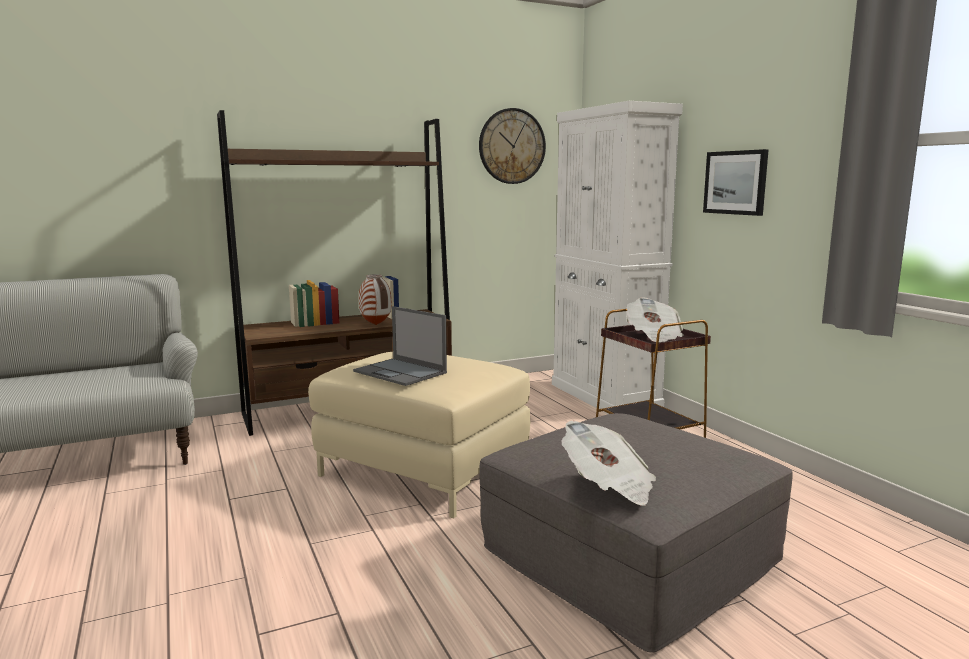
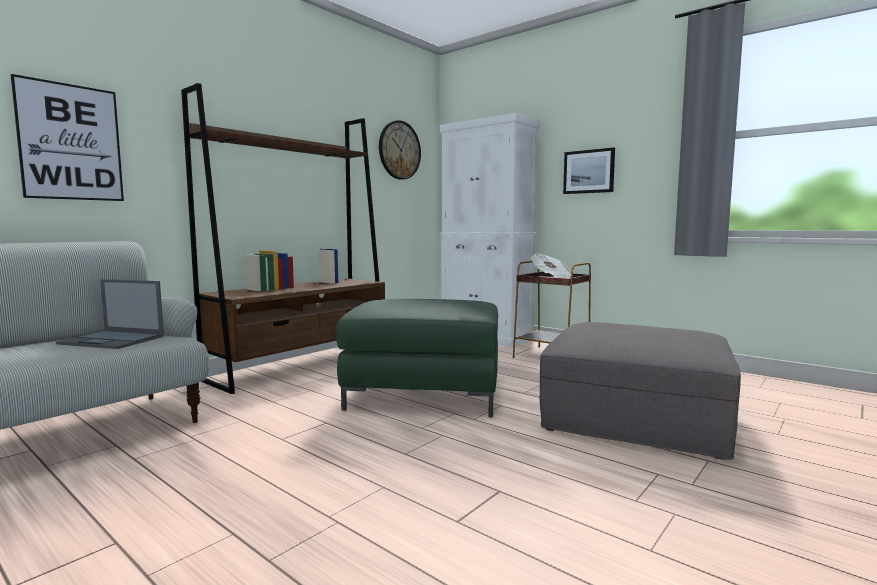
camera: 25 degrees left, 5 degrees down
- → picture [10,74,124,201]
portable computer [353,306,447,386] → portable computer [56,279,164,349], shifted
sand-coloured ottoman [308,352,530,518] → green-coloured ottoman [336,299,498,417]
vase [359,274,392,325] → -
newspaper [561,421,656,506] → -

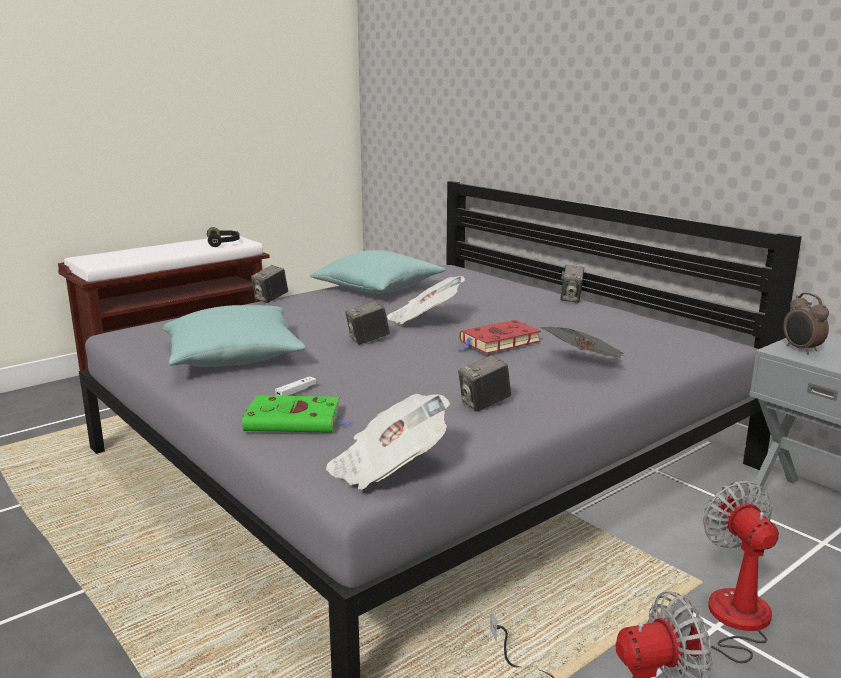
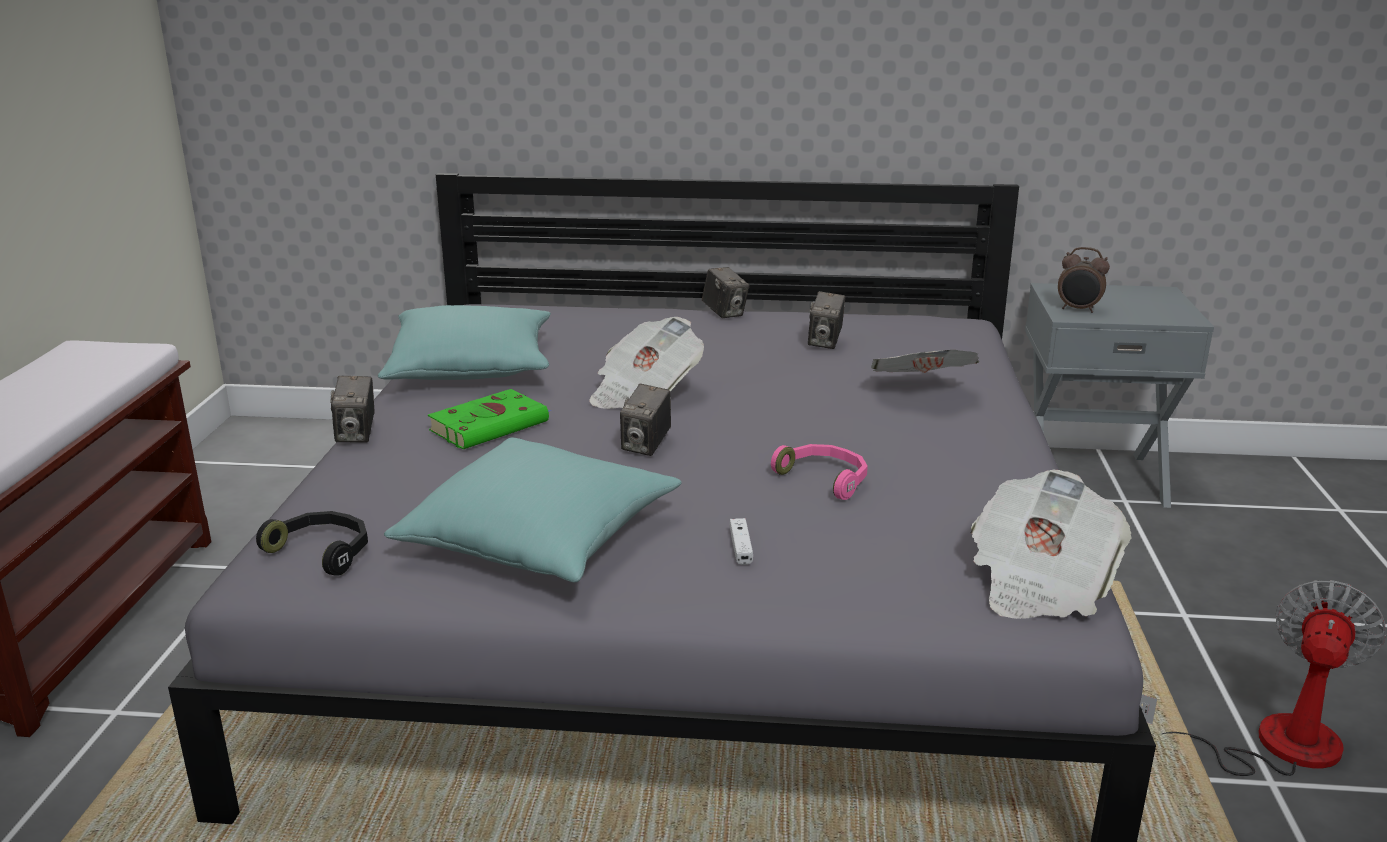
camera: 45 degrees left, 5 degrees up
black headphones [207,227,240,247] → black headphones [256,511,368,576], shifted
green-coloured bound book [242,395,353,433] → green-coloured bound book [428,389,551,449], shifted
- → pink headphones [771,444,868,500]
photo camera [458,355,511,411] → photo camera [808,291,845,349], shifted
reddish bound book [458,320,541,354] → -
fan [679,481,779,674] → -

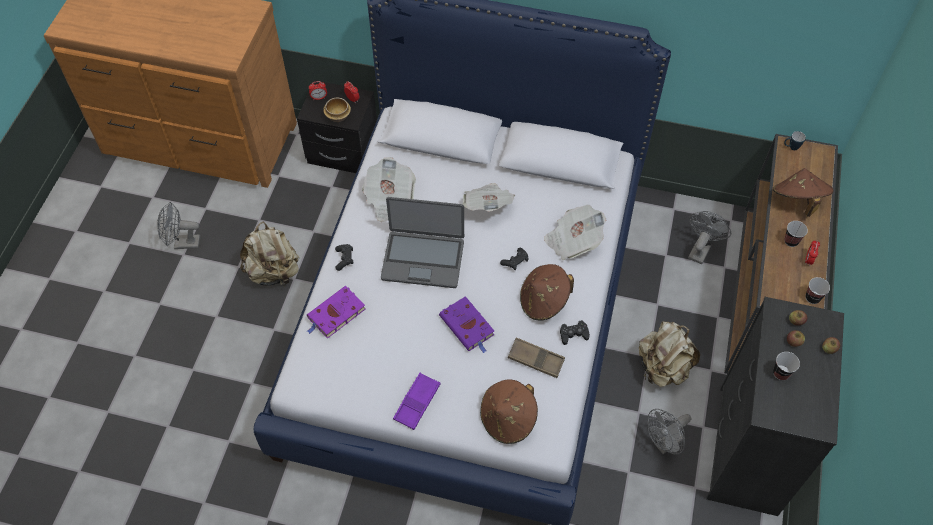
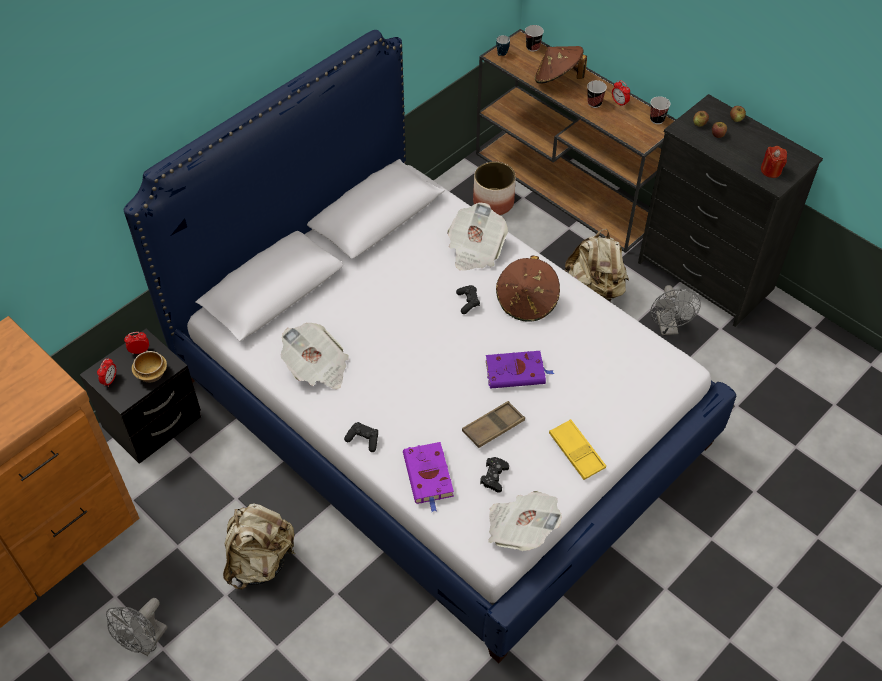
camera: 60 degrees left, 5 degrees down
brown-coloured tray [508,337,565,378] → brown-coloured tray [462,401,525,448], shifted
gray fan [688,211,731,264] → flower pot [473,162,516,215]
black gamepad [560,320,590,345] → black gamepad [480,457,509,493], shifted
newspaper [463,183,515,212] → newspaper [488,491,562,551], shifted
drinking cup [773,352,800,381] → drinking cup [525,25,544,52], shifted
purple-coloured tray [393,373,440,430] → yellow-coloured tray [549,419,606,480]
- → reddish wax candle [761,146,787,178]
portable computer [381,197,464,288] → -
brown-coloured clothing hat [480,379,538,444] → -

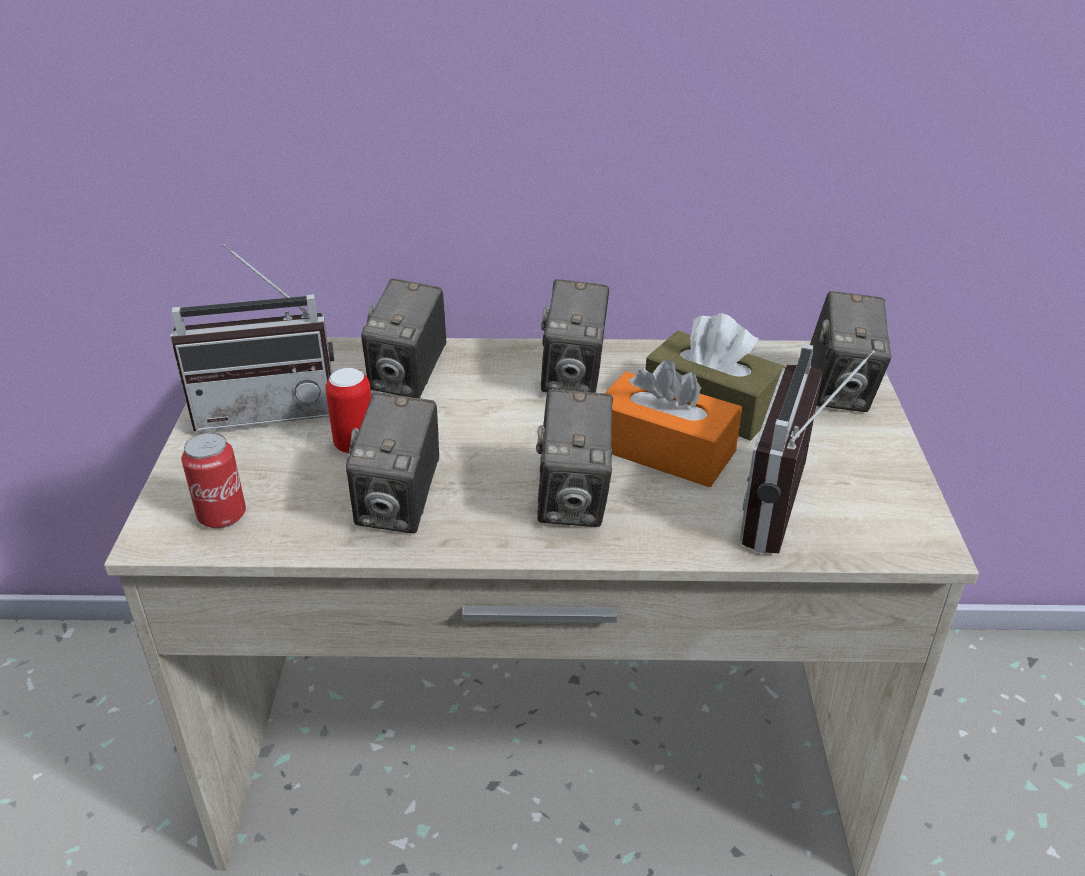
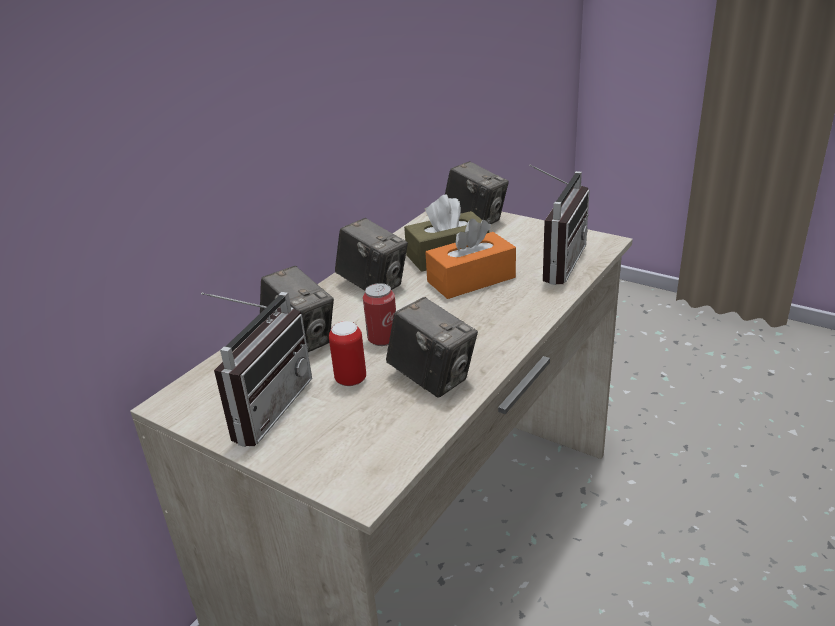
camera: 55 degrees left, 5 degrees down
sealed can [181,433,246,529] → sealed can [363,283,396,346], shifted
radio receiver [740,344,875,554] → radio receiver [529,165,590,285], 120 degrees counterclockwise
photo camera [536,389,613,527] → -

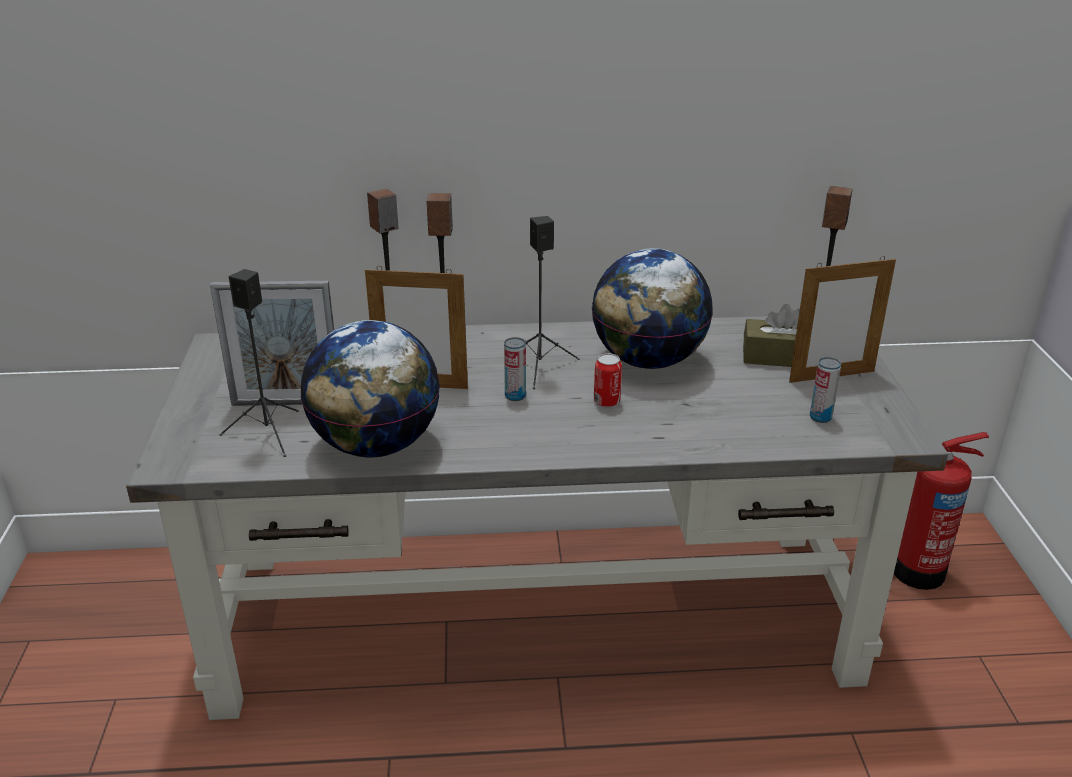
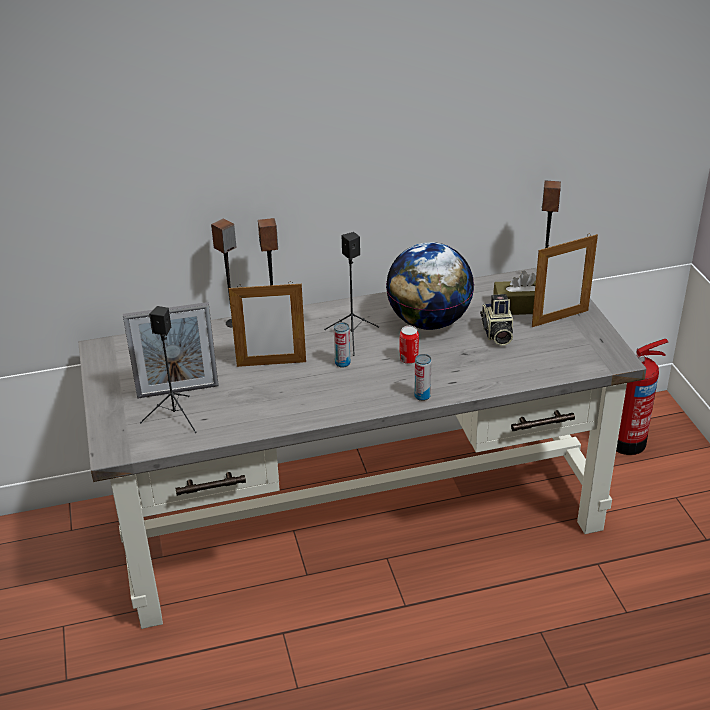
camera: 10 degrees left, 5 degrees up
sealed can [810,357,841,423] → sealed can [414,354,431,401], shifted
- → photo camera [480,294,513,346]
desk globe [300,320,440,457] → -

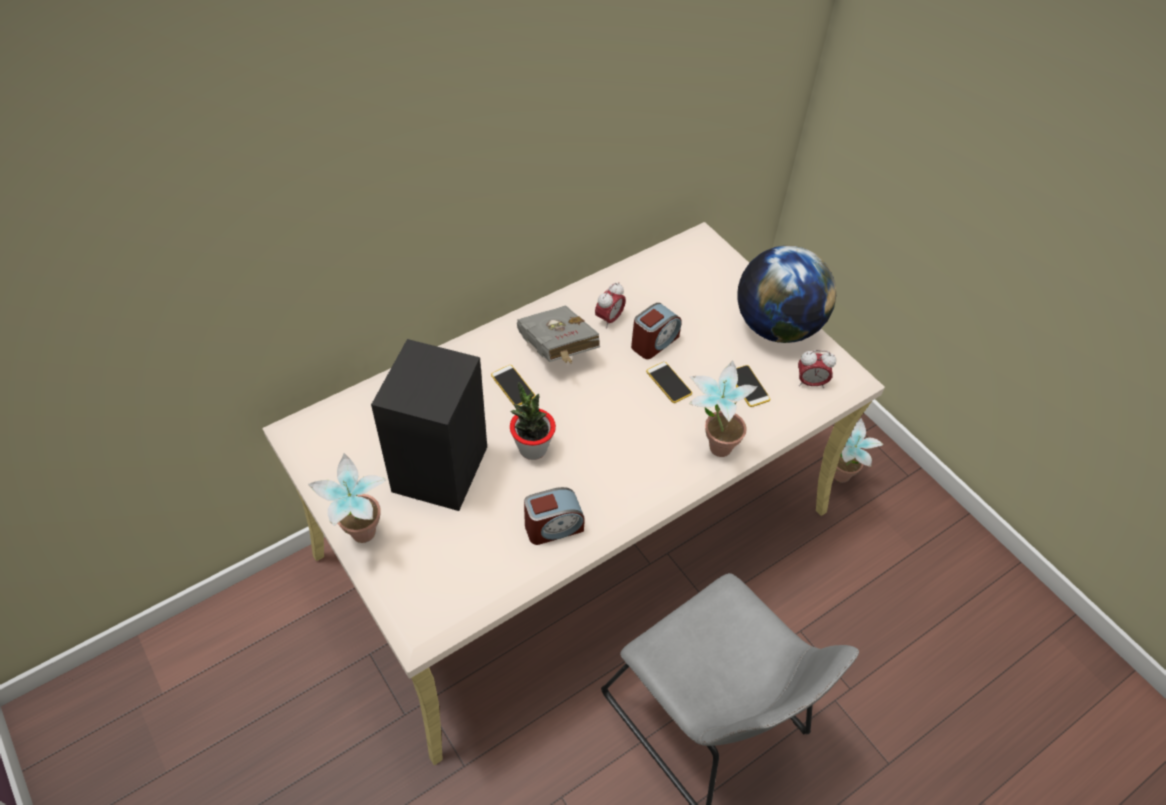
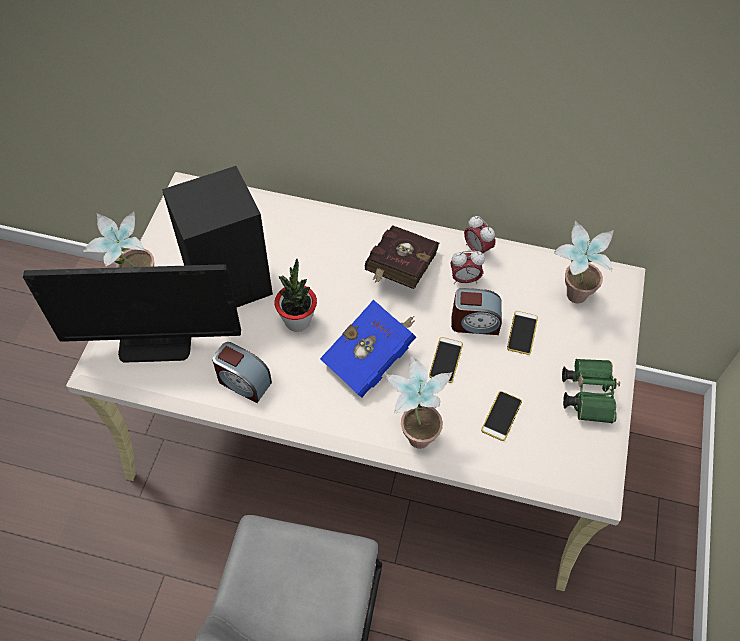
camera: 50 degrees right, 5 degrees up
- → computer screen [23,264,241,363]
- → bluish bound book [320,300,416,397]
gray bound book [517,305,600,364] → reddish bound book [365,225,439,289]
table clock [798,350,836,388] → table clock [464,216,495,253], shifted
phone [491,365,535,406] → phone [507,311,538,355], shifted
plant in a pot [834,418,883,483] → plant in a pot [553,221,614,304], shifted
desk globe [737,245,836,343] → green-coloured field glasses [562,359,620,423]

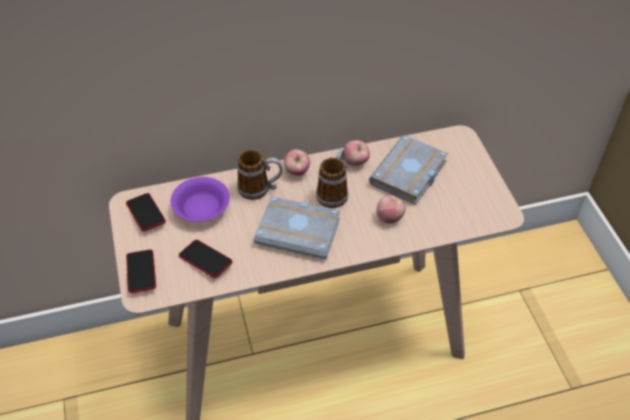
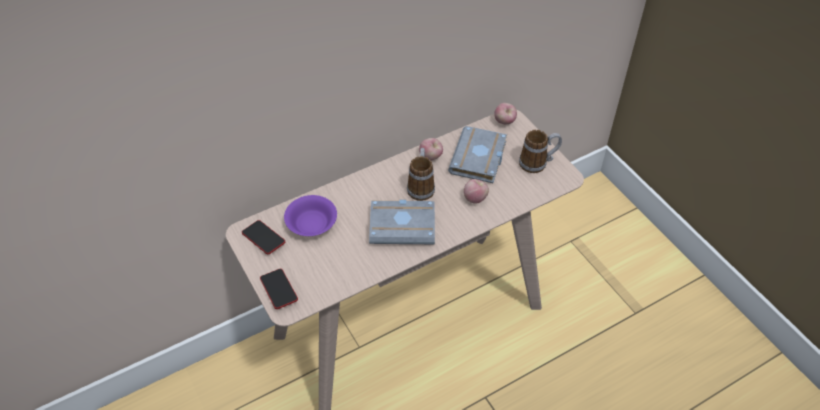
camera: 15 degrees left, 0 degrees up
whole apple [284,149,310,176] → whole apple [494,103,517,124], shifted
mug [237,149,283,200] → mug [519,130,562,173], shifted
phone [179,240,233,278] → -

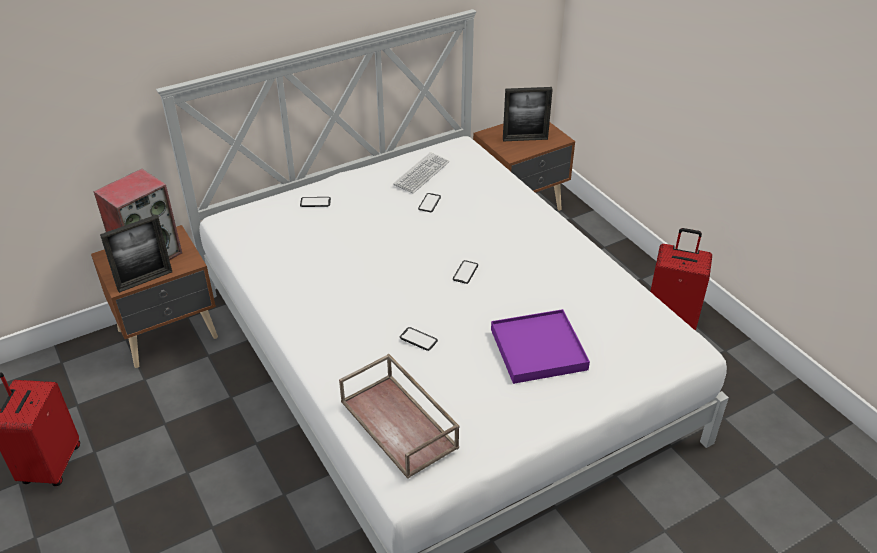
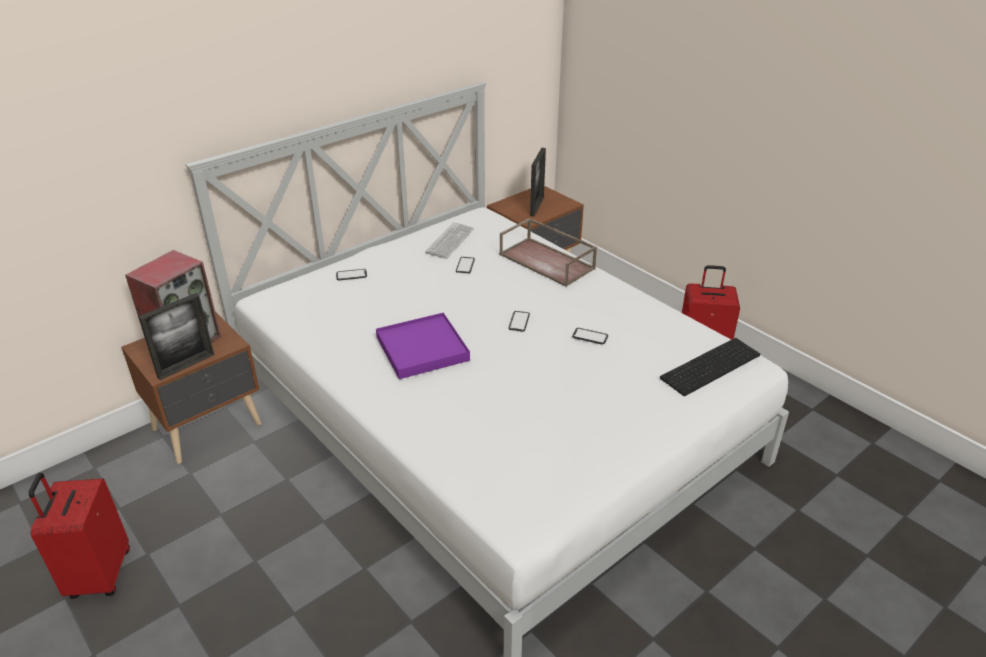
camera: 10 degrees left, 5 degrees down
purple-coloured tray [491,309,590,384] → purple-coloured tray [376,313,470,379], shifted
brown-coloured tray [339,354,460,479] → brown-coloured tray [499,218,597,287], shifted
standing frame [503,87,553,141] → standing frame [530,148,546,217], 60 degrees counterclockwise
phone [400,327,438,351] → phone [572,328,608,344], shifted
- → keyboard [660,338,760,396]

